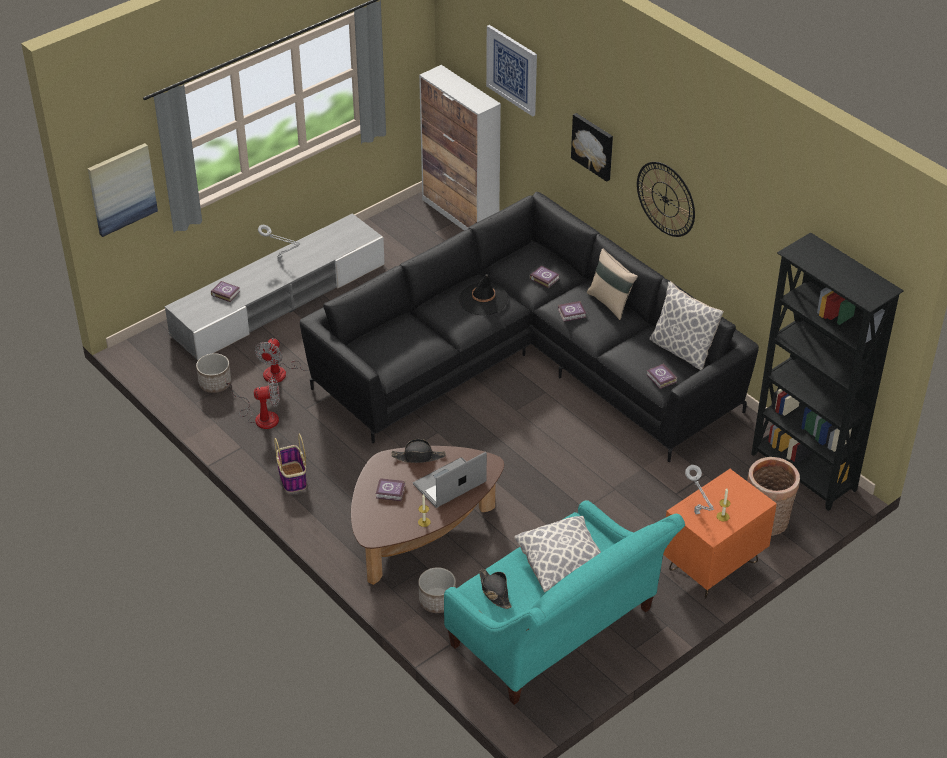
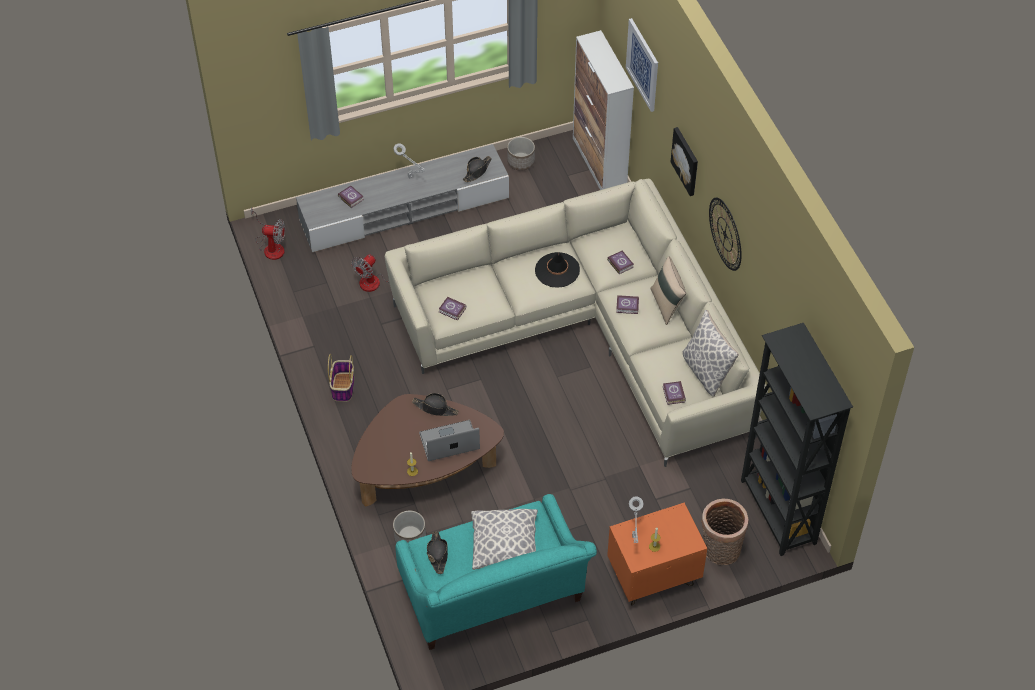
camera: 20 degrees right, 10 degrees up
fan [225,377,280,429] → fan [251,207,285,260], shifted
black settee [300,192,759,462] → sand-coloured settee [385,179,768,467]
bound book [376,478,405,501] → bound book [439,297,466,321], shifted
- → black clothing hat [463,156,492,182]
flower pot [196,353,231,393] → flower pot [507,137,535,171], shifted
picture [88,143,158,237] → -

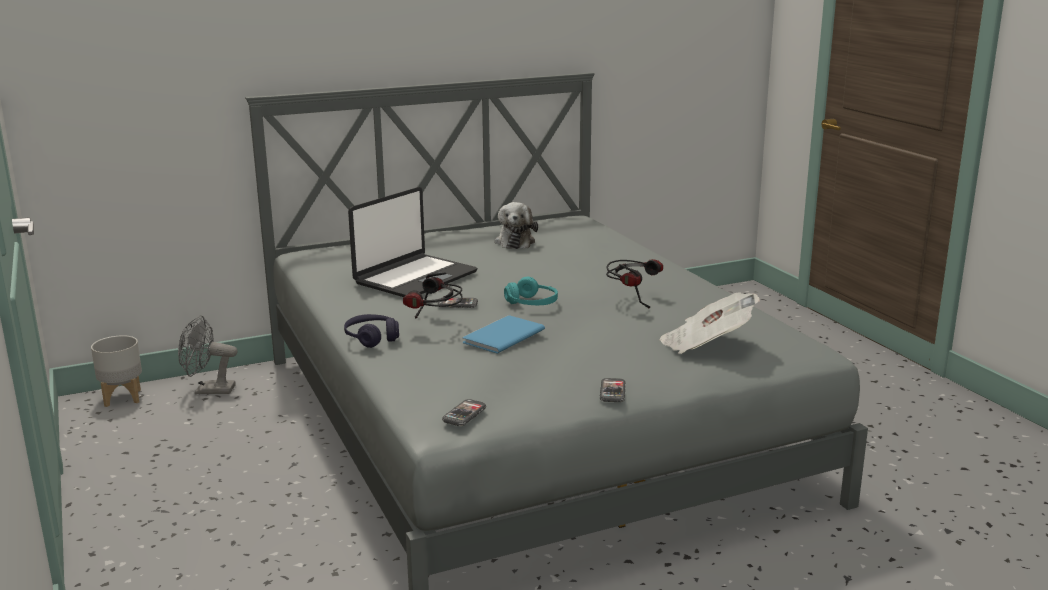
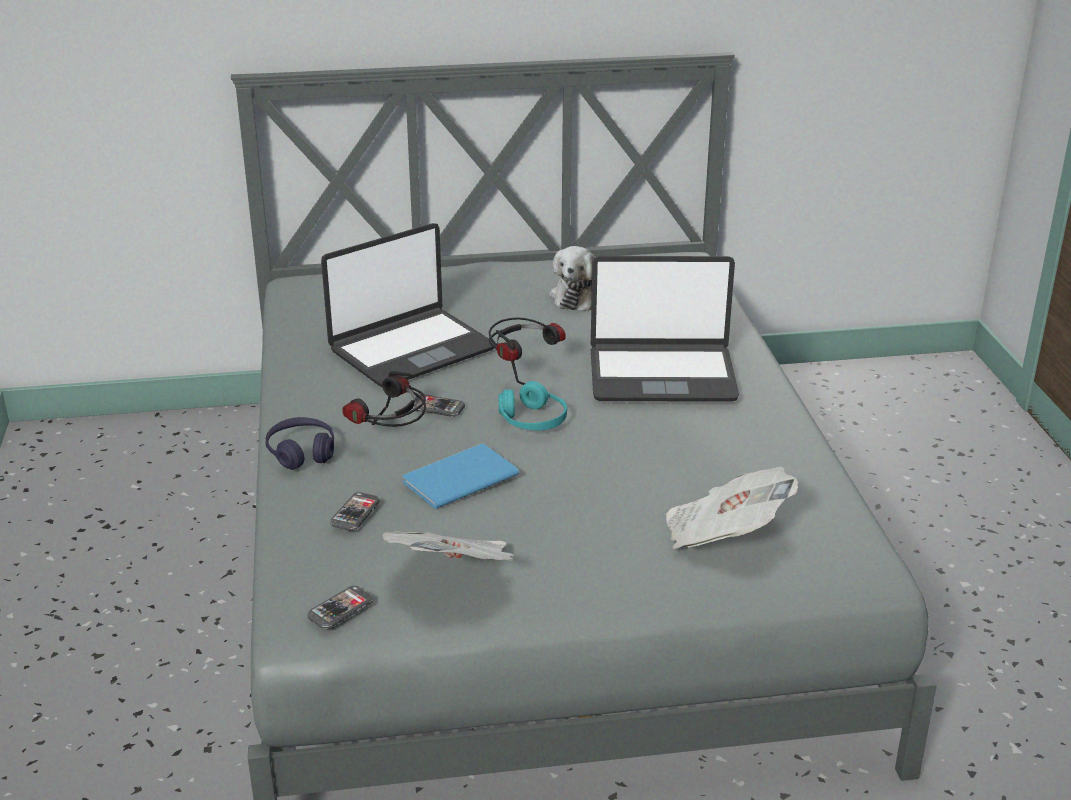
camera: 15 degrees right, 10 degrees up
phone [600,378,625,402] → phone [330,492,380,531], shifted
- → newspaper [382,532,514,561]
headphones [606,259,663,308] → headphones [489,317,565,385], shifted
- → portable computer [591,256,739,402]
gray flower pot [91,335,142,407] → -
gray fan [178,315,238,394] → -

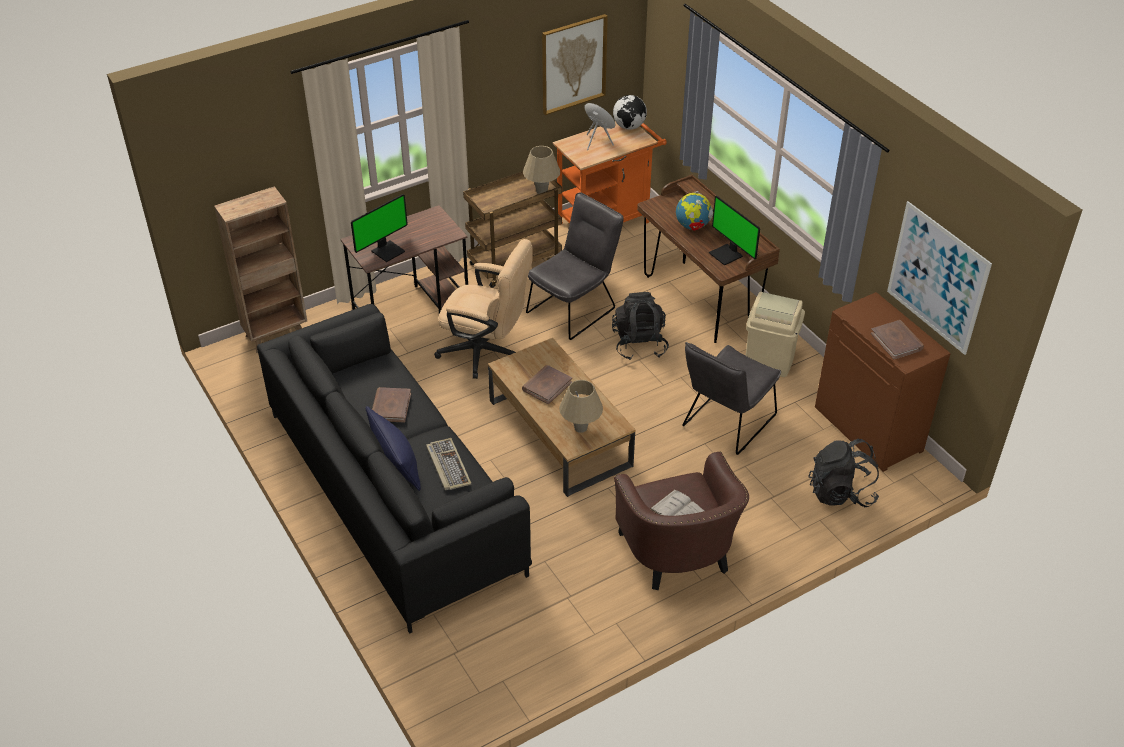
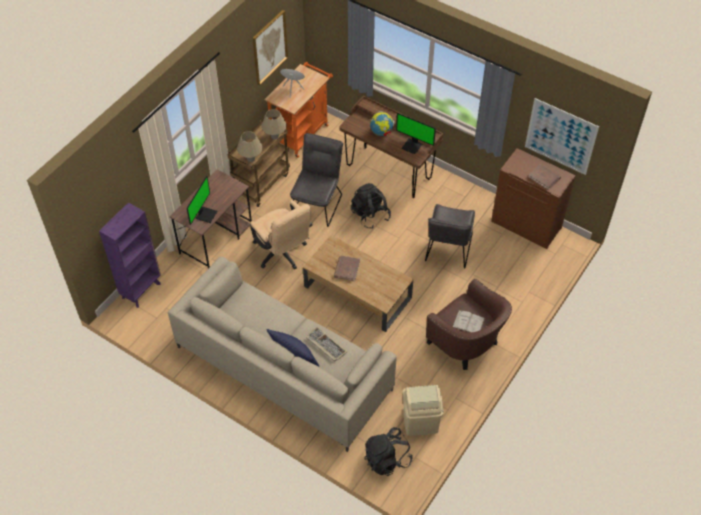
camera: 25 degrees left, 10 degrees up
brown-coloured bookcase [214,186,307,353] → purple-coloured bookcase [99,202,161,308]
black settee [257,304,532,634] → sand-coloured settee [168,256,397,452]
sand-coloured tabletop lamp [559,380,603,433] → sand-coloured tabletop lamp [237,131,263,162], shifted
sand-coloured desk chair [434,239,533,379] → sand-coloured desk chair [250,200,313,270], 60 degrees clockwise
black knapsack [808,439,879,507] → black knapsack [364,427,413,476], shifted
sand-coloured waste bin [746,292,805,377] → sand-coloured waste bin [403,385,444,436], shifted
brown-coloured bound book [372,387,411,423] → -
desk globe [613,95,647,129] → -

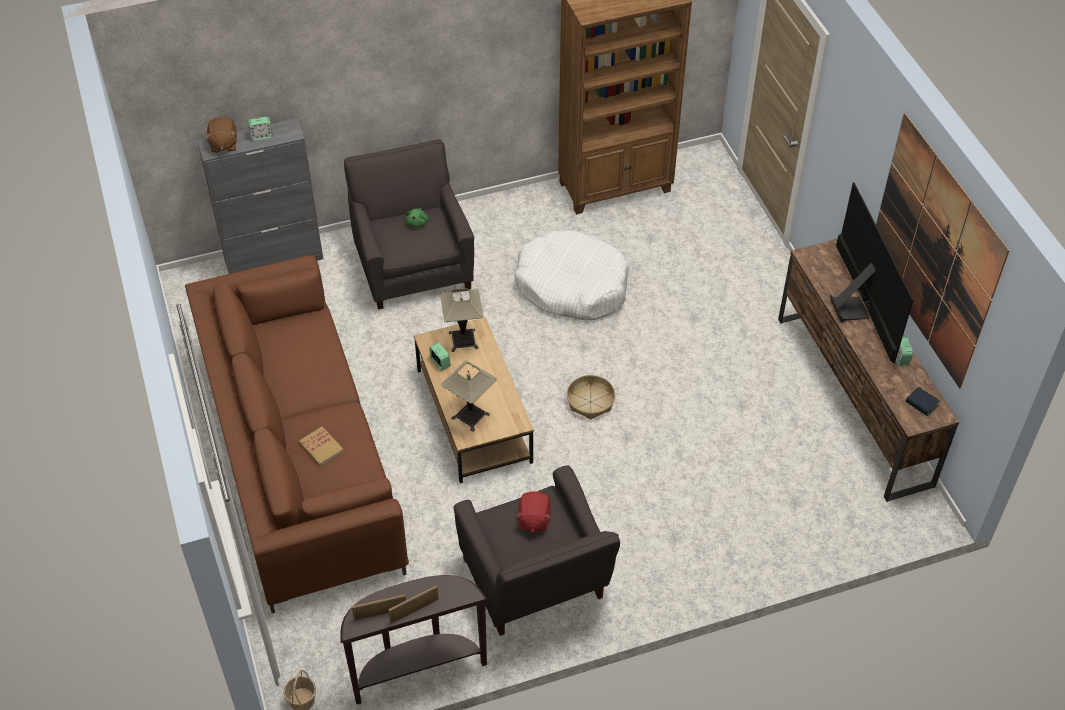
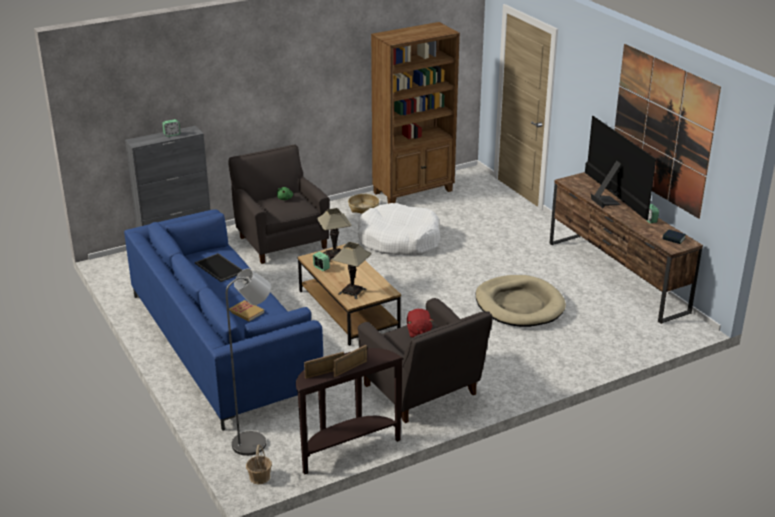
camera: 10 degrees left, 20 degrees down
brown-coloured settee [185,255,409,613] → bluish settee [124,209,323,431]
- → tray [195,253,242,282]
- → gray standing lamp [226,268,271,456]
household basket [567,375,615,420] → household basket [348,194,379,214], shifted
- → sand-coloured dog bed [476,275,566,327]
brown-coloured soft toy [205,117,237,153] → -

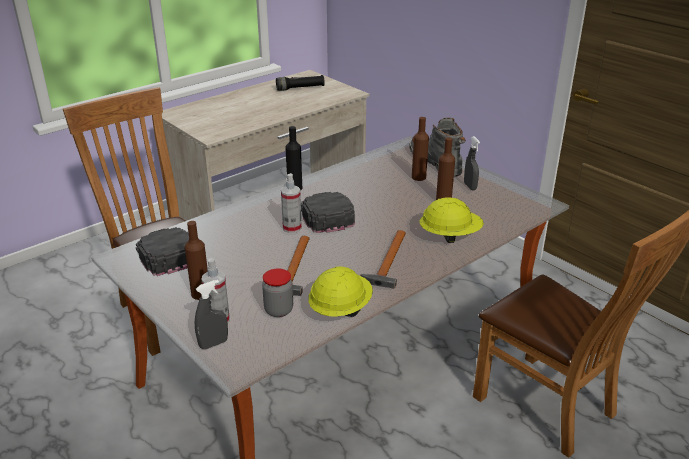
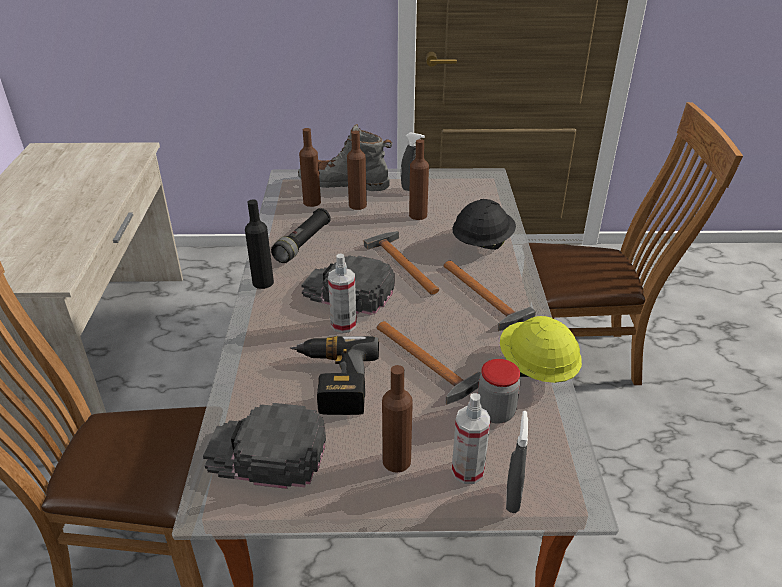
camera: 50 degrees left, 5 degrees up
black hand torch [276,75,325,91] → black hand torch [271,208,331,263], shifted
- → drill [290,336,379,415]
- → brown-coloured bottle [299,128,321,207]
- → hammer [364,231,440,295]
yellow-coloured safety helmet [420,197,484,243] → black safety helmet [452,199,516,250]

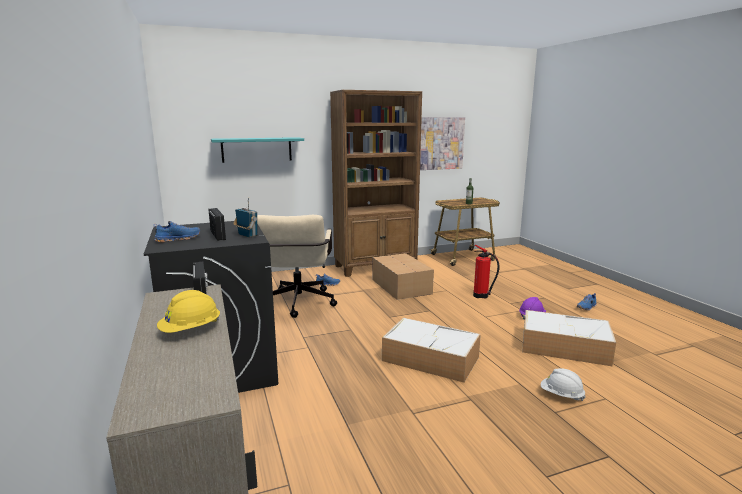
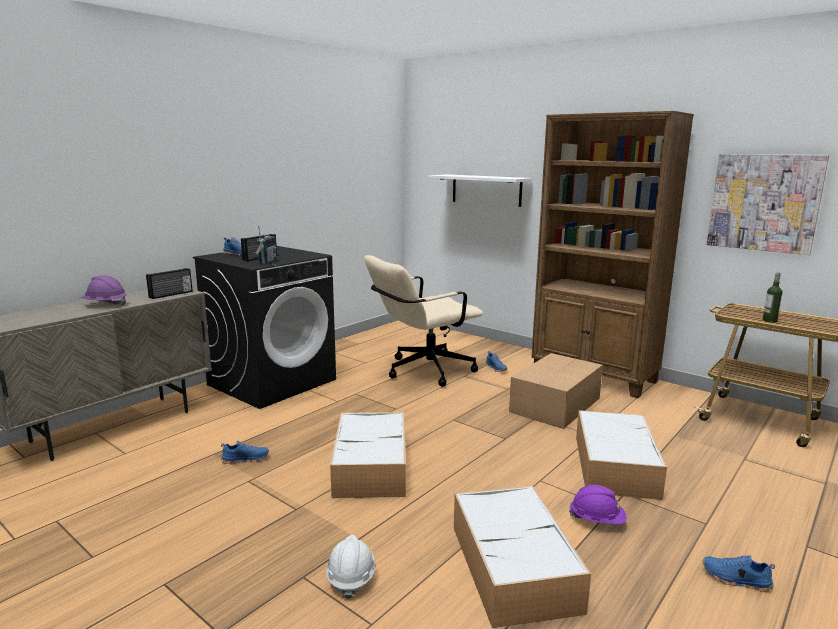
camera: 60 degrees right, 0 degrees up
yellow-coloured safety helmet [157,290,220,333] → purple-coloured safety helmet [81,275,126,306]
- → bluish low shoe [221,441,269,464]
blue-green bracket shelf [211,137,304,163] → white-coloured bracket shelf [428,174,532,207]
extinguisher [473,245,500,298] → storage container [576,410,667,500]

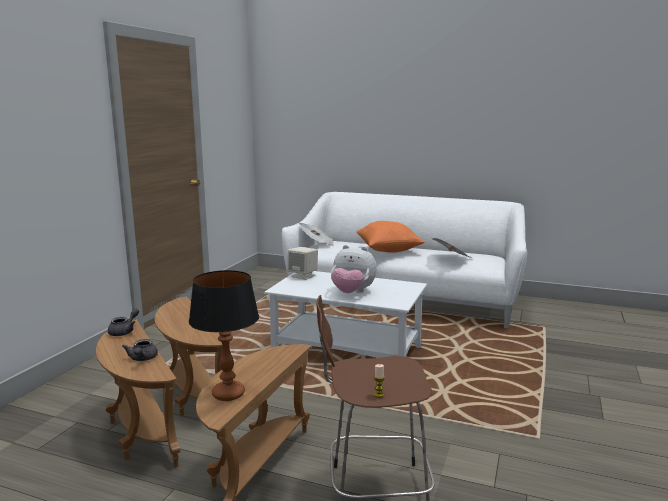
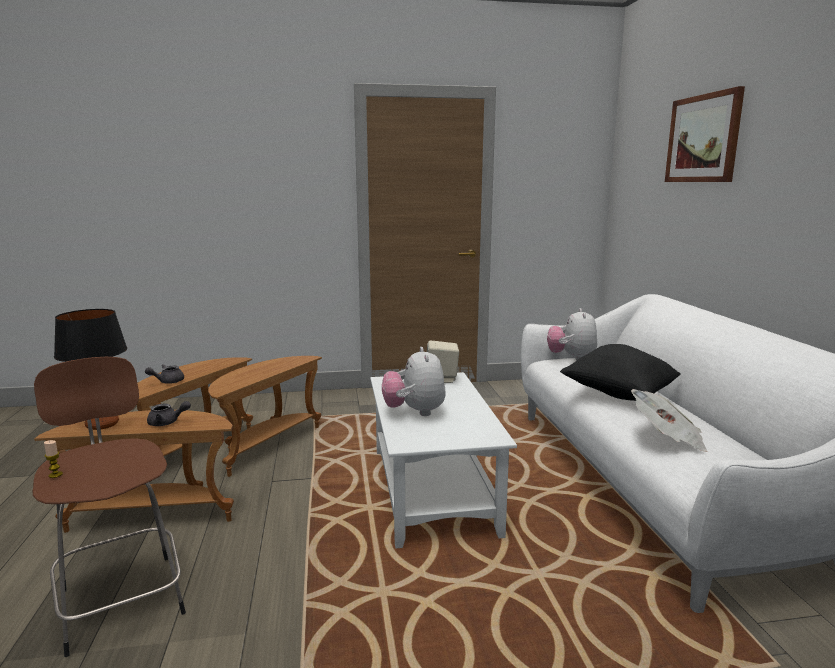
camera: 60 degrees right, 0 degrees up
gray teapot [108,308,139,336] → gray teapot [147,401,191,426], shifted
newspaper [299,223,335,247] → soft toy [547,308,597,360]
orange-coloured cushion [356,221,425,252] → black cushion [560,344,681,401]
- → picture [665,86,745,182]

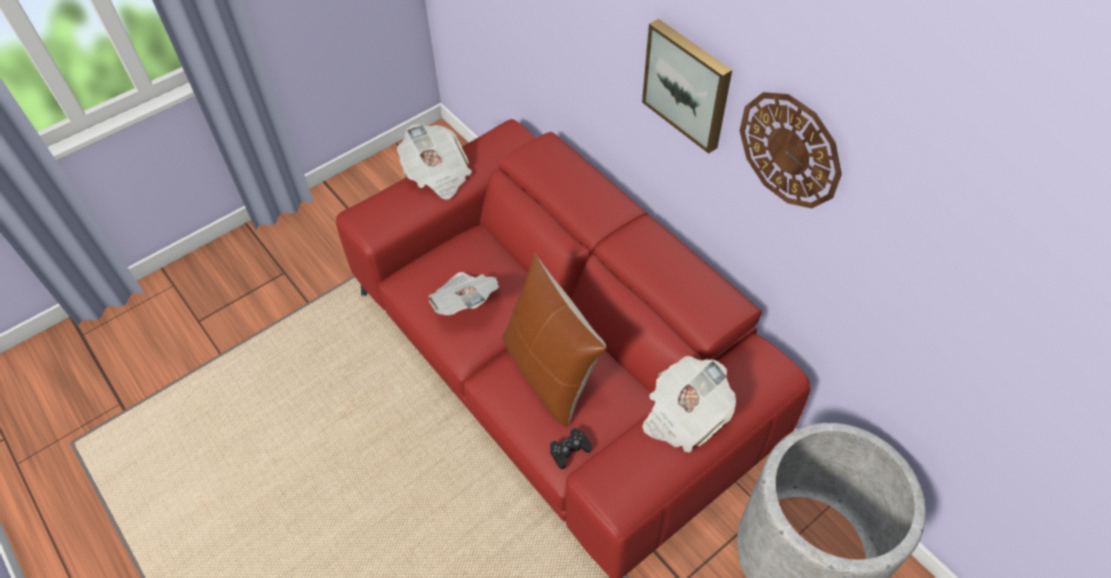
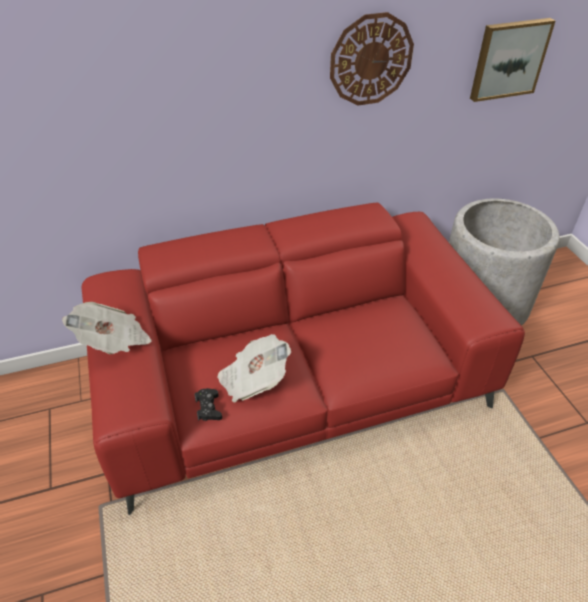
camera: 70 degrees left, 10 degrees down
black gamepad [550,428,592,469] → black gamepad [195,388,222,421], shifted
picture [642,19,732,154] → picture [470,18,555,102], shifted
brown-coloured cushion [503,253,606,428] → -
newspaper [642,356,736,453] → -

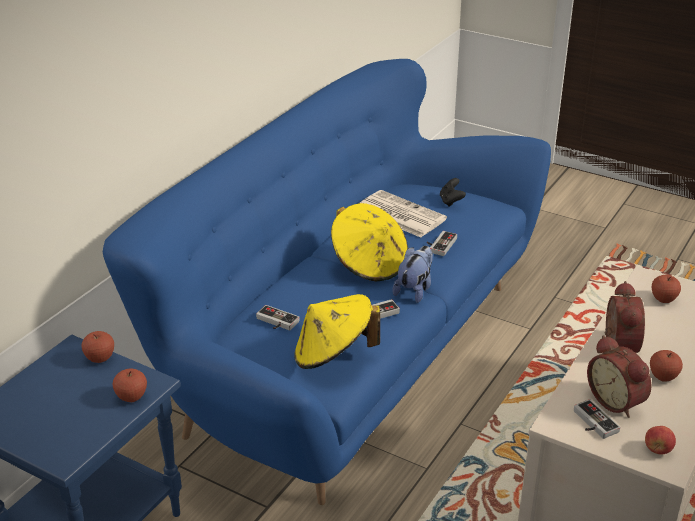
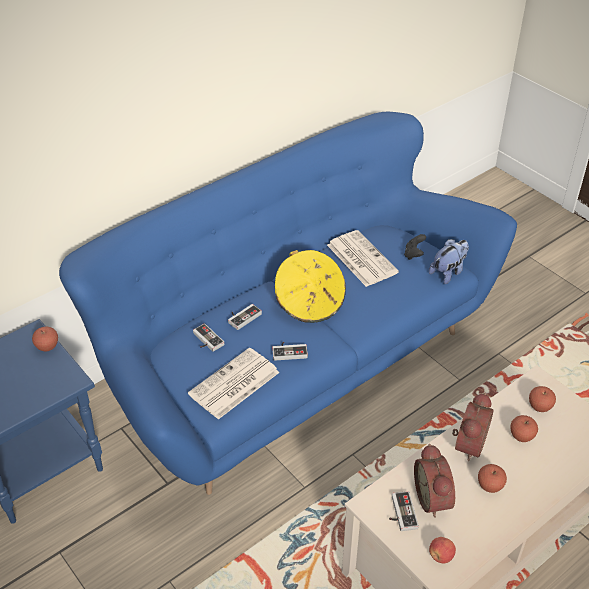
camera: 20 degrees right, 10 degrees up
yellow-coloured clothing hat [294,294,380,369] → newspaper [188,348,279,420]
gamepad [427,231,457,256] → gamepad [228,304,262,330], shifted
soft toy [393,246,433,303] → soft toy [429,239,469,284], shifted
whole apple [113,369,147,402] → whole apple [510,415,538,442], shifted

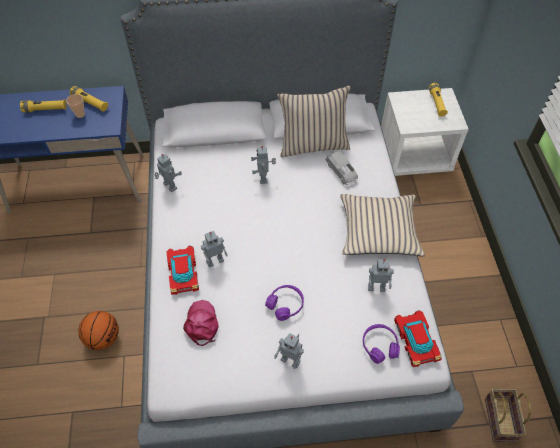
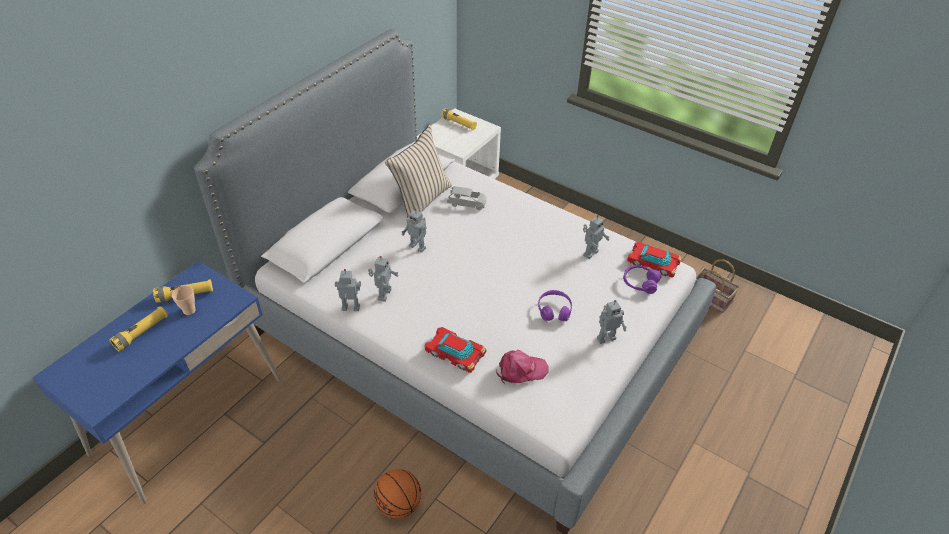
camera: 50 degrees left, 10 degrees down
model robot [201,231,228,267] → model robot [368,256,399,302], shifted
pink peaked cap [183,300,219,346] → pink peaked cap [496,350,549,384], 135 degrees clockwise
sand-coloured cushion [340,194,425,256] → -

